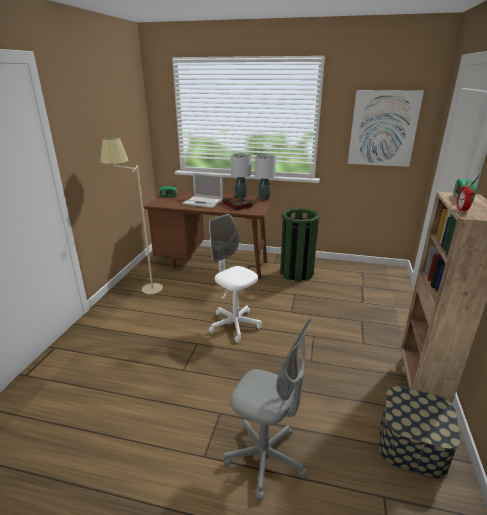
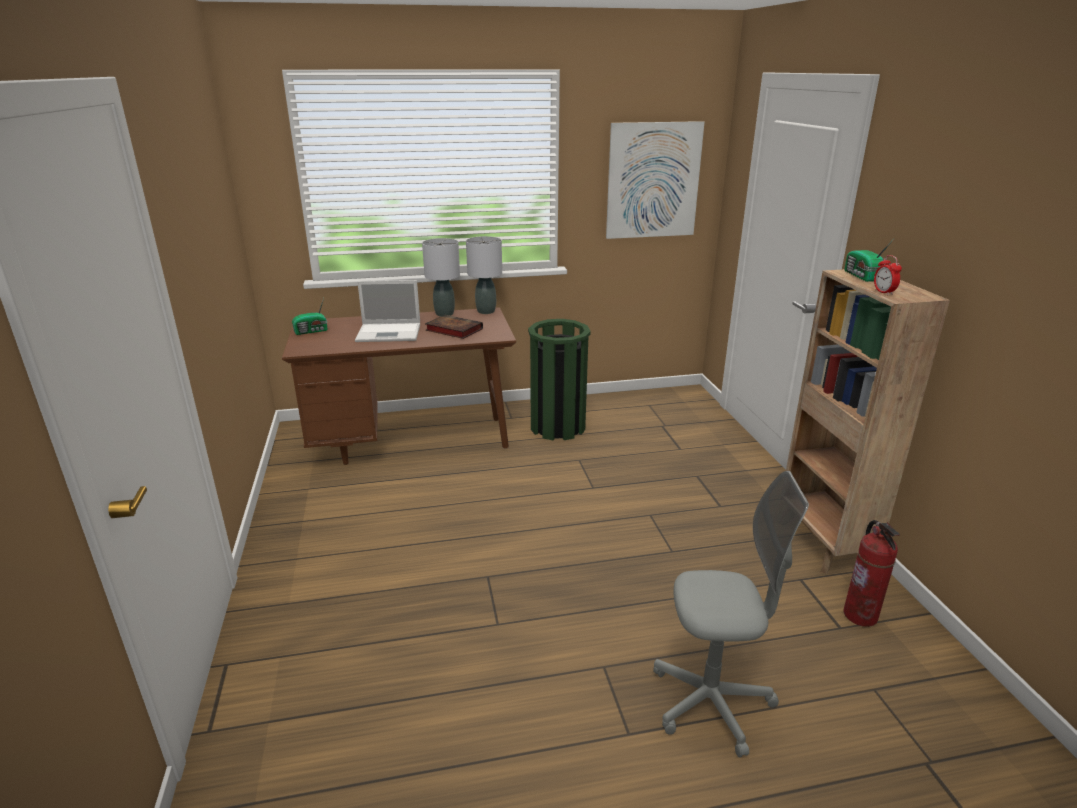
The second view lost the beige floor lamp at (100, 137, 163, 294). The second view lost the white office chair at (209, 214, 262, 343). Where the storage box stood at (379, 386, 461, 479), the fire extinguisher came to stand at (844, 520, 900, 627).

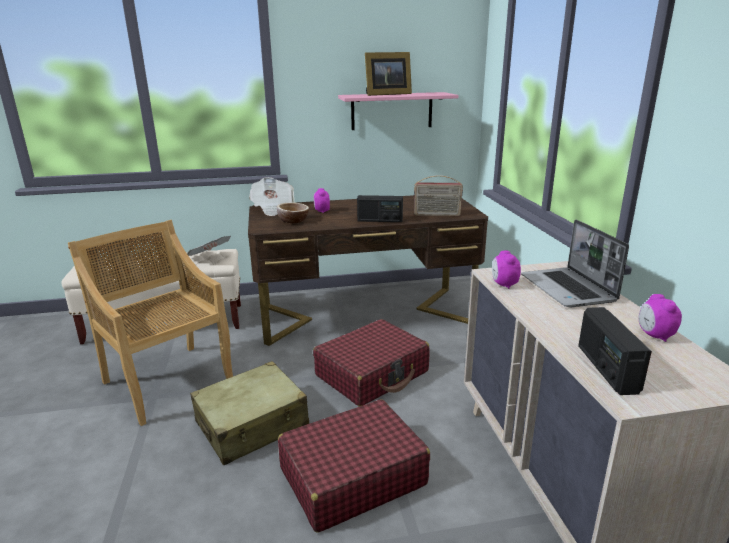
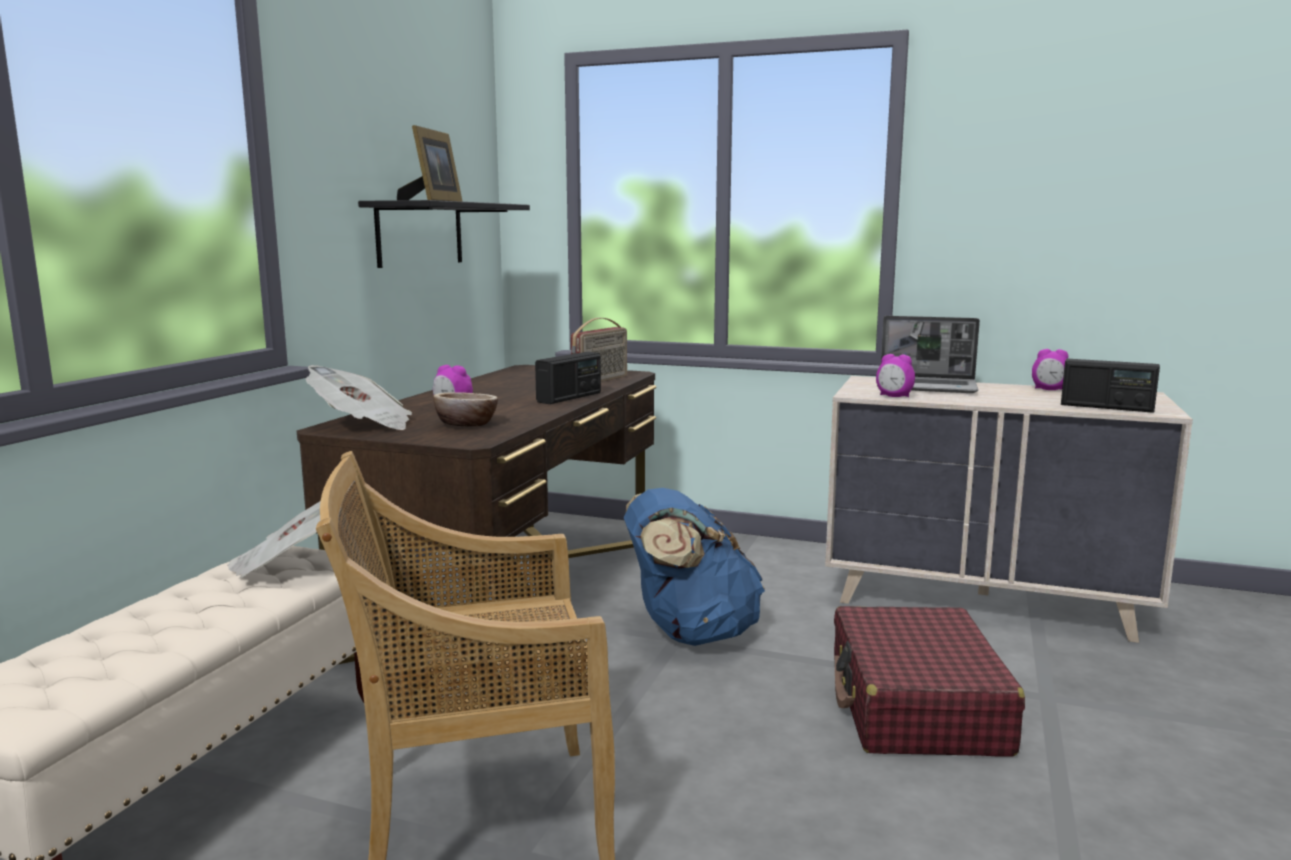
What was the pink shelf at (338, 92, 458, 130) turned into the black shelf at (358, 200, 530, 268). Where the red suitcase stood at (313, 319, 430, 407), the blue backpack came to stand at (623, 488, 765, 646). The second view lost the beige suitcase at (190, 361, 309, 465).

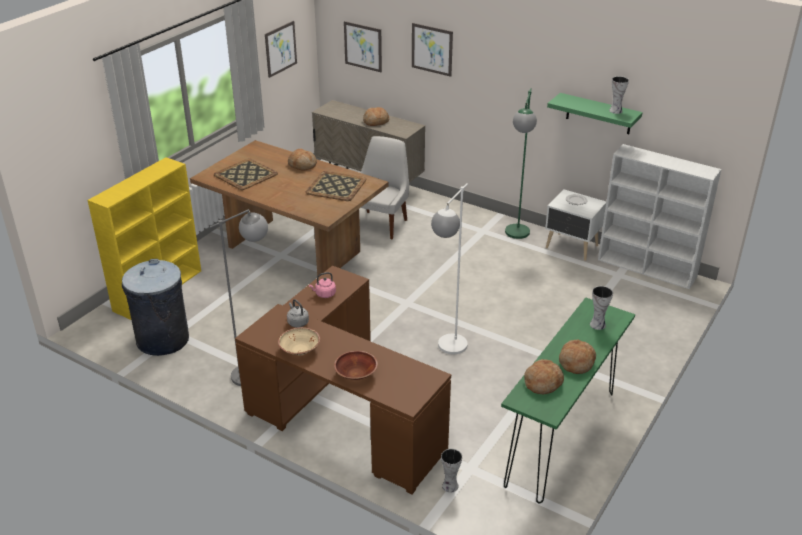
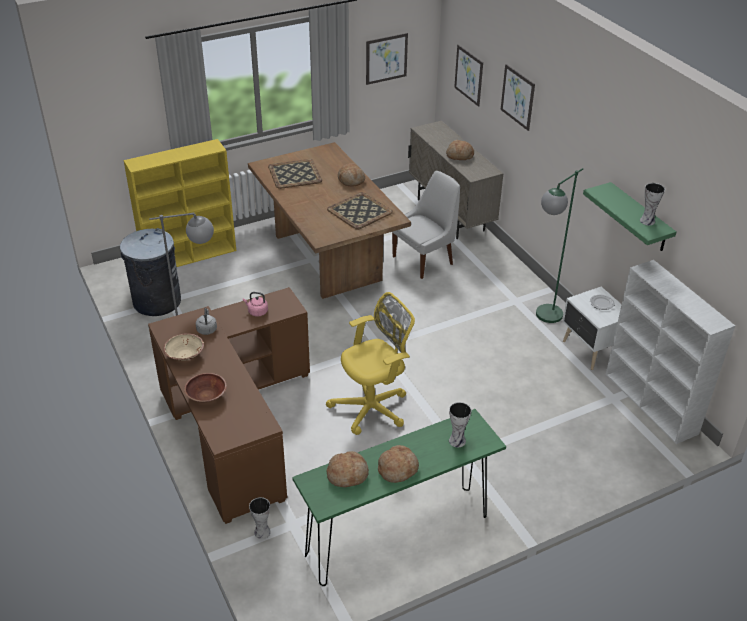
Where the white floor lamp stood at (431, 183, 468, 354), the yellow office chair came to stand at (326, 292, 415, 435).

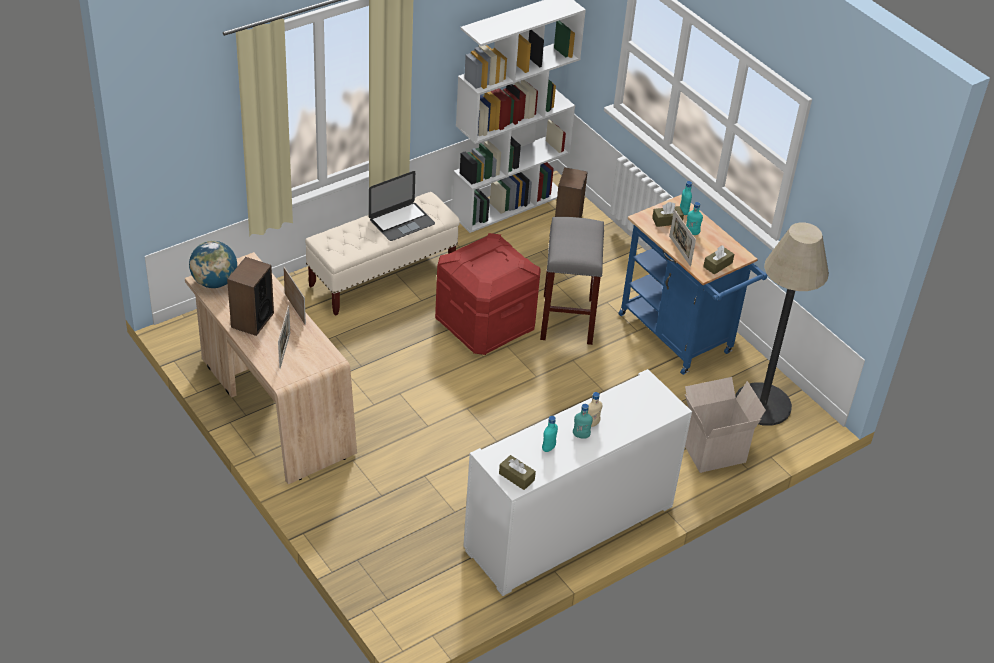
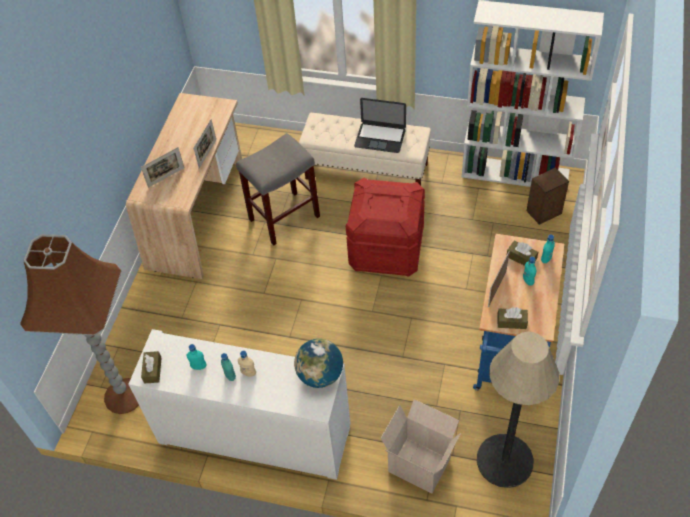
The grey stool ended up elsewhere, having gone from (540, 217, 604, 345) to (236, 133, 320, 246). The globe ended up elsewhere, having gone from (189, 241, 237, 288) to (294, 339, 343, 388). The second view lost the speaker at (227, 257, 274, 336). The second view gained the brown floor lamp at (20, 234, 139, 414).

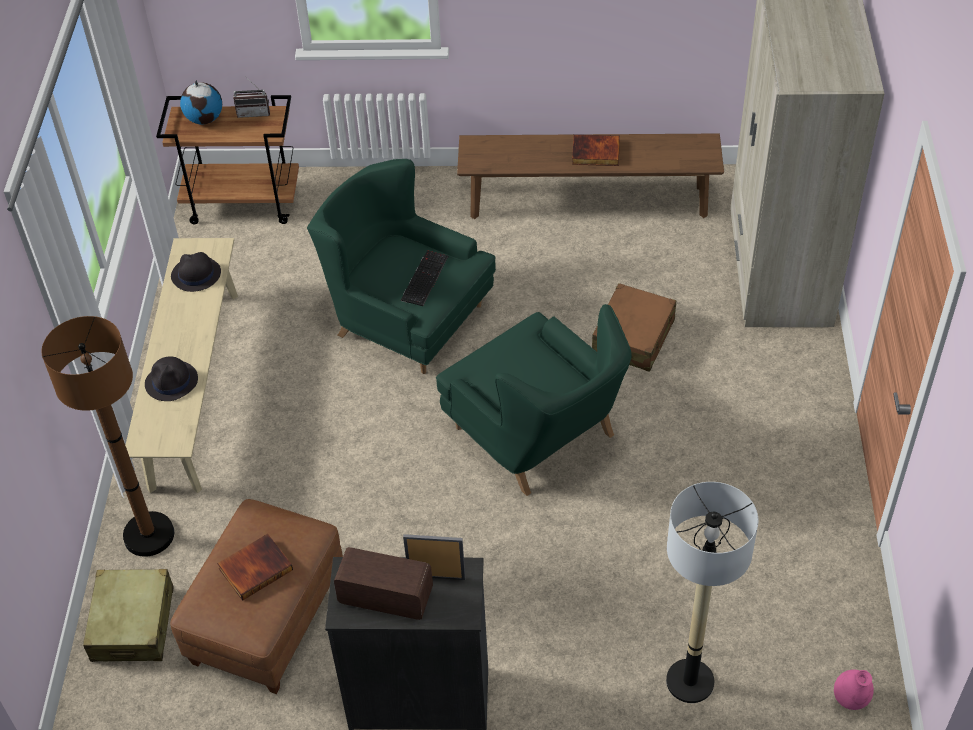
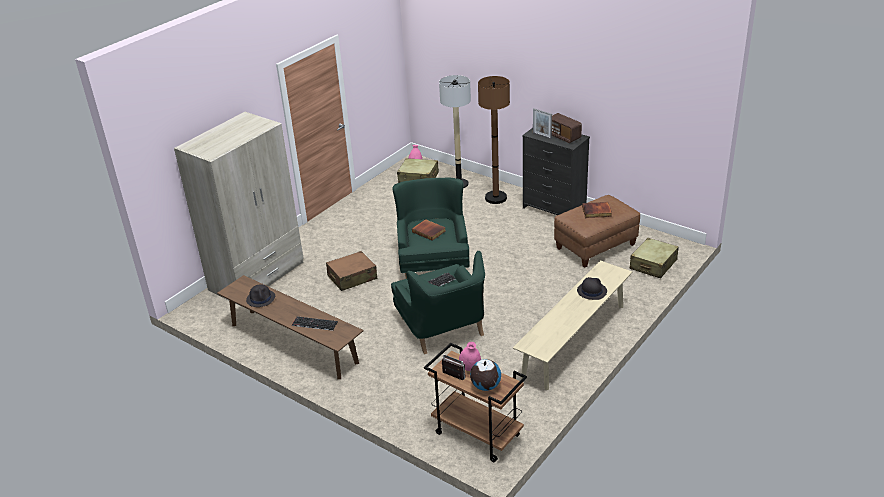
The book ended up elsewhere, having gone from (572, 134, 620, 166) to (412, 219, 446, 241). The black hat ended up elsewhere, having gone from (171, 252, 221, 292) to (246, 284, 275, 307). The brown floor lamp ended up elsewhere, having gone from (42, 316, 174, 557) to (478, 76, 510, 204). The second view gained the beige suitcase at (397, 158, 439, 183). The second view gained the keyboard at (292, 316, 338, 331). The second view gained the pink vase at (459, 342, 481, 371).

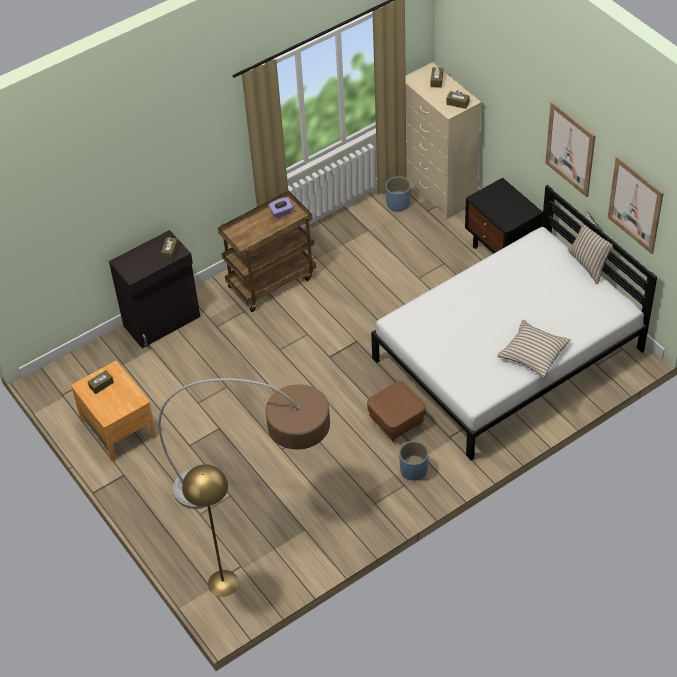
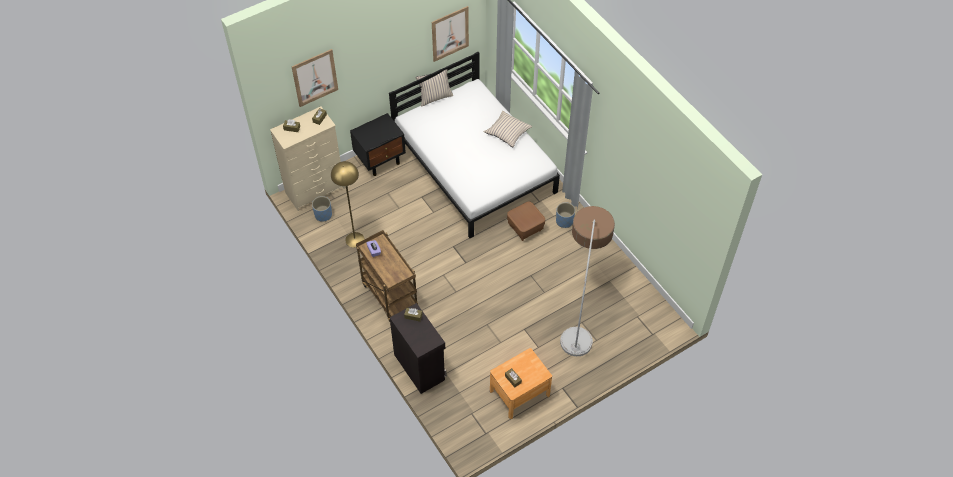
The picture ended up elsewhere, having gone from (545, 102, 595, 197) to (292, 49, 338, 107). The yellow floor lamp ended up elsewhere, having gone from (182, 464, 239, 597) to (331, 161, 364, 248).

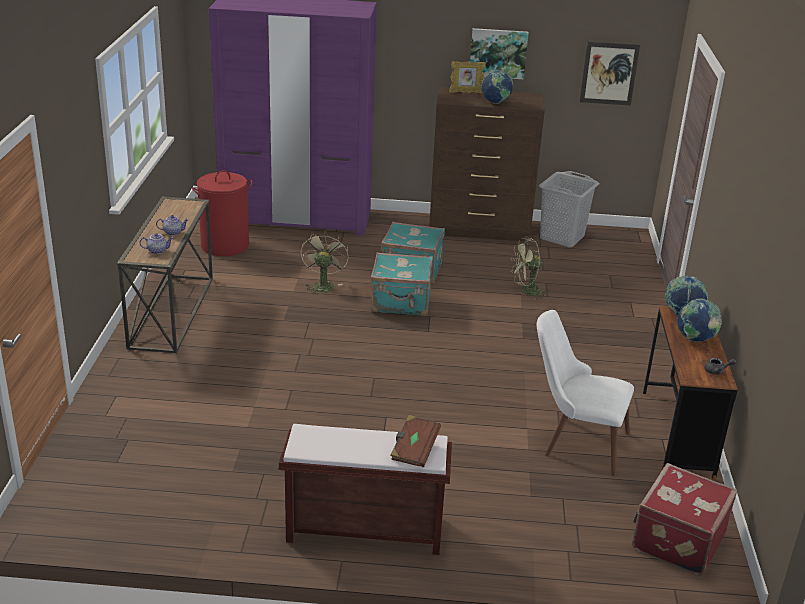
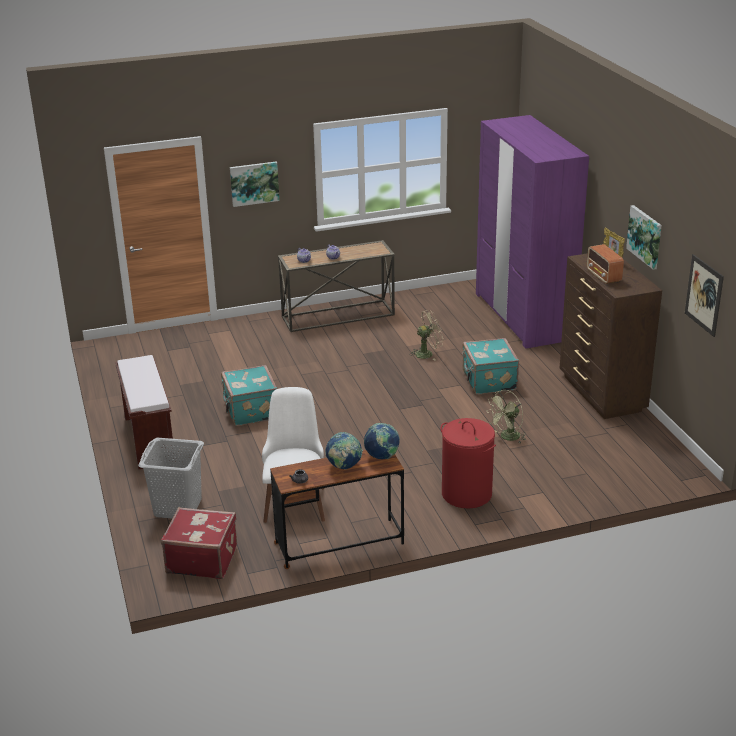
Where the globe stood at (481, 70, 513, 104), the radio came to stand at (587, 244, 624, 284). The red laundry basket ended up elsewhere, having gone from (192, 170, 253, 256) to (441, 418, 496, 509). The grey laundry basket ended up elsewhere, having gone from (539, 171, 599, 247) to (138, 438, 204, 519). The green fan at (511, 238, 549, 299) ended up facing another way, 90 degrees counterclockwise from before. The turquoise suitcase ended up elsewhere, having gone from (370, 252, 433, 316) to (221, 365, 277, 426). The second view lost the brown book at (390, 415, 441, 467). The second view gained the picture at (230, 162, 279, 207).

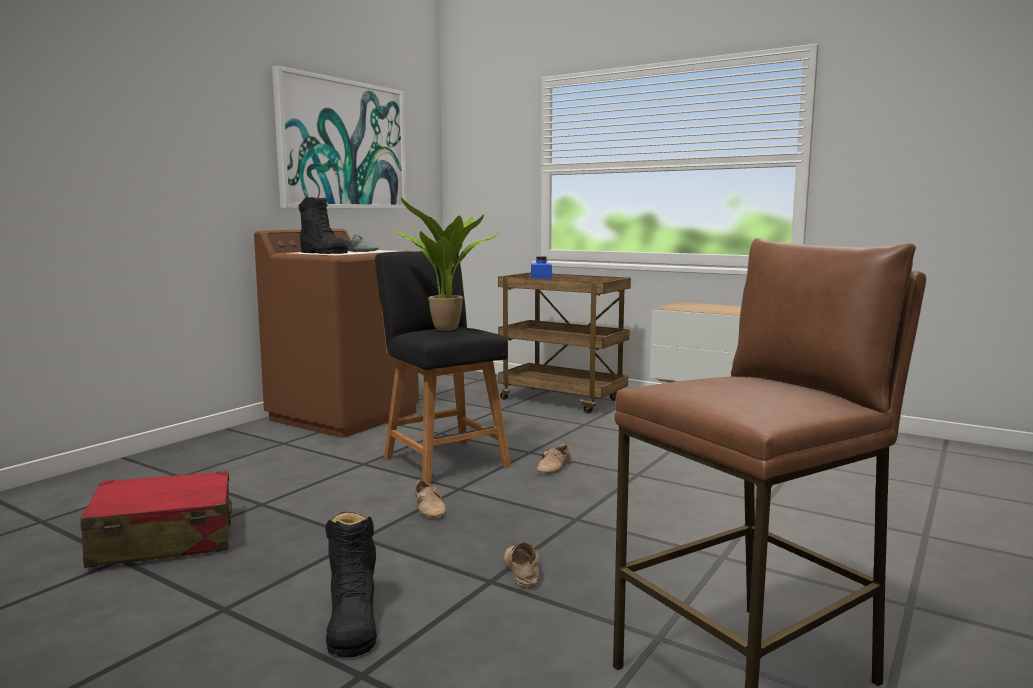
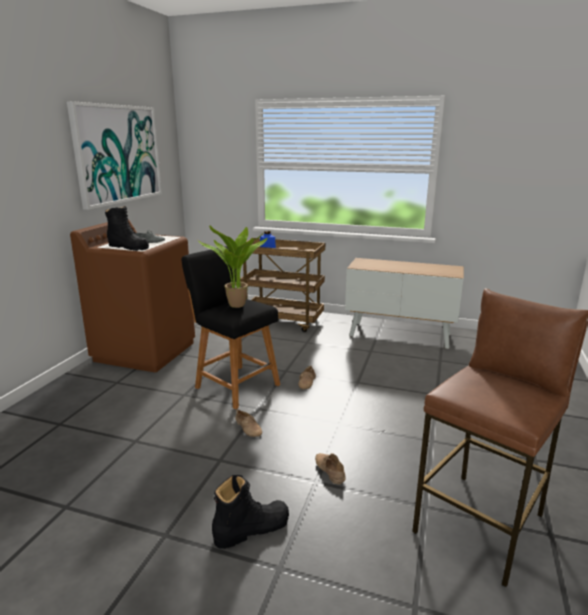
The second view lost the red suitcase at (80, 471, 232, 568). The black boot at (325, 512, 377, 658) ended up facing another way, 90 degrees counterclockwise from before.

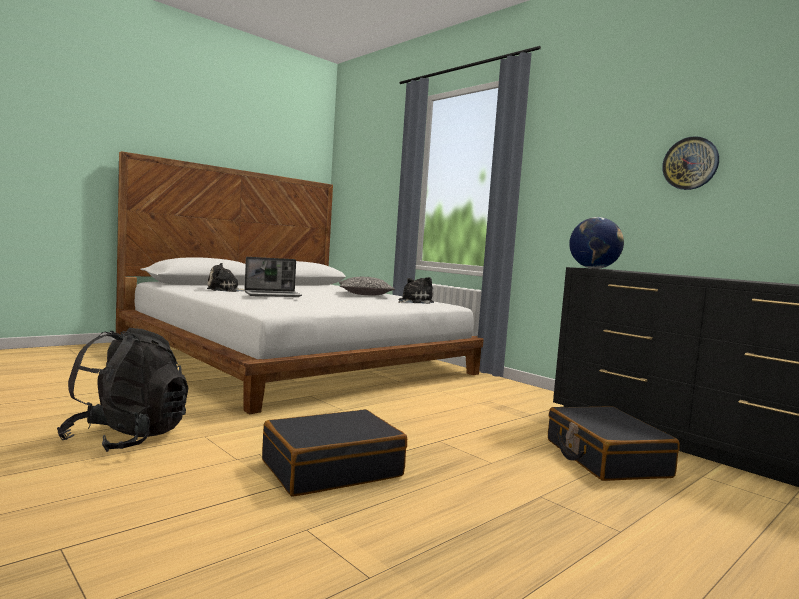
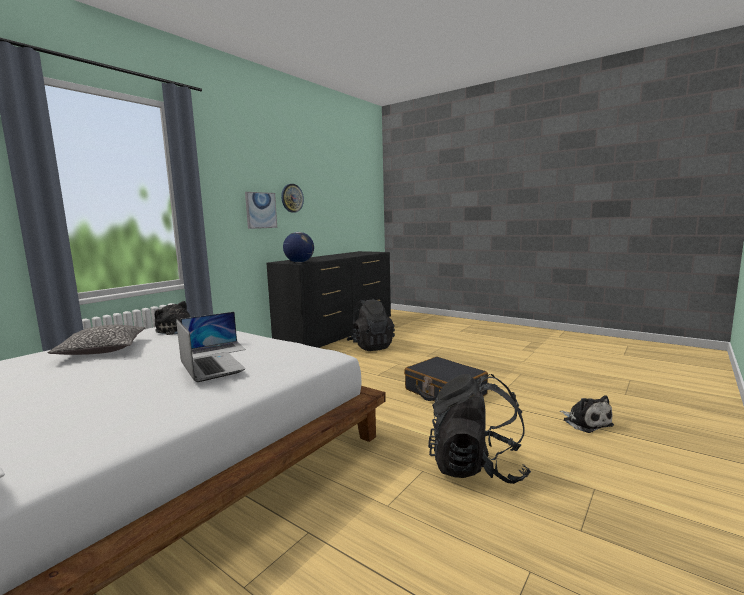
The plush toy ended up elsewhere, having gone from (207, 263, 245, 292) to (560, 395, 614, 433). Where the black suitcase stood at (548, 406, 680, 481), the black backpack came to stand at (347, 299, 395, 351). The second view gained the picture at (245, 192, 277, 229). The second view gained the laptop at (181, 312, 246, 358).

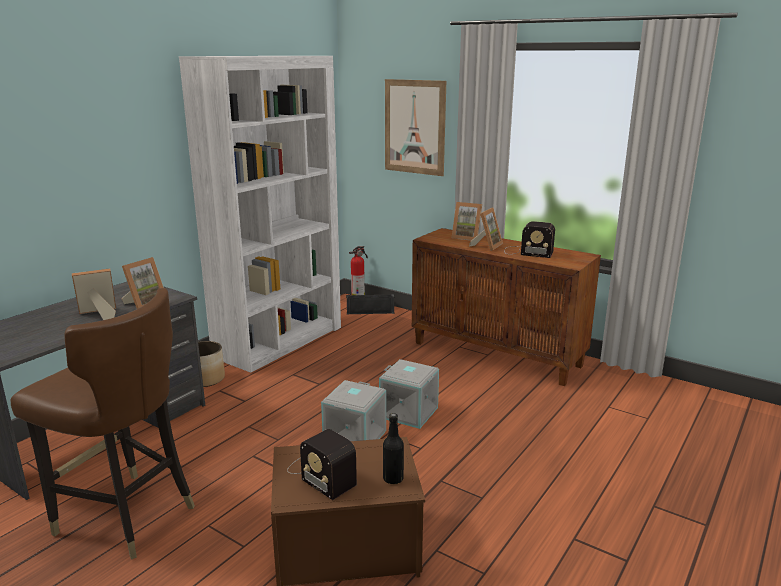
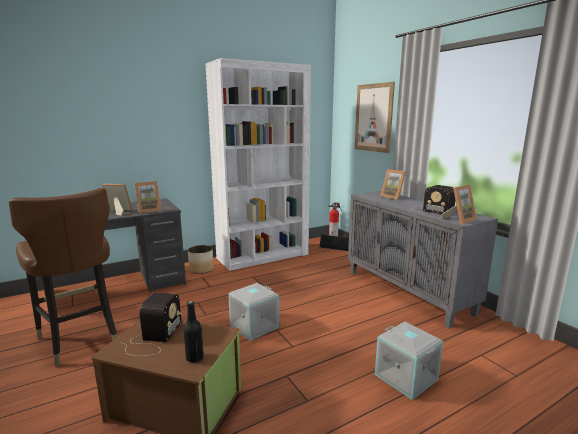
The picture frame ended up elsewhere, having gone from (469, 208, 503, 251) to (441, 185, 477, 224). What was the brown cabinet at (412, 228, 601, 386) turned into the grey cabinet at (348, 191, 498, 328). The grey storage box ended up elsewhere, having gone from (379, 359, 439, 429) to (375, 322, 443, 400). The radio at (287, 429, 357, 500) ended up facing another way, 150 degrees counterclockwise from before.

